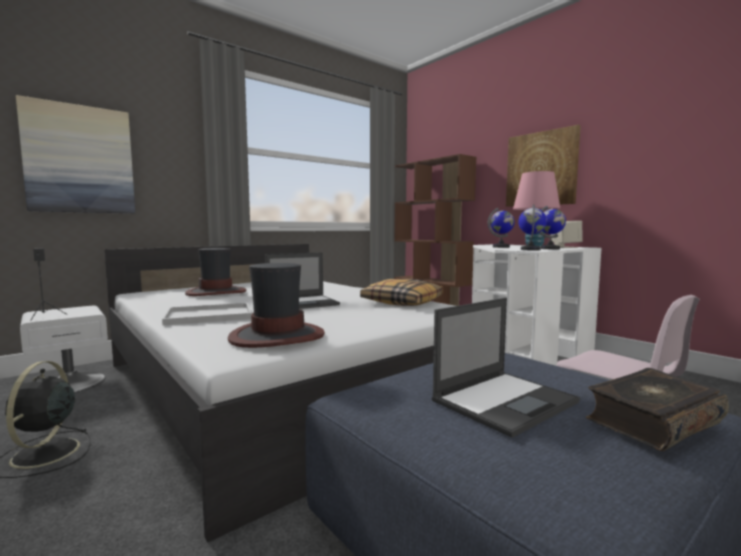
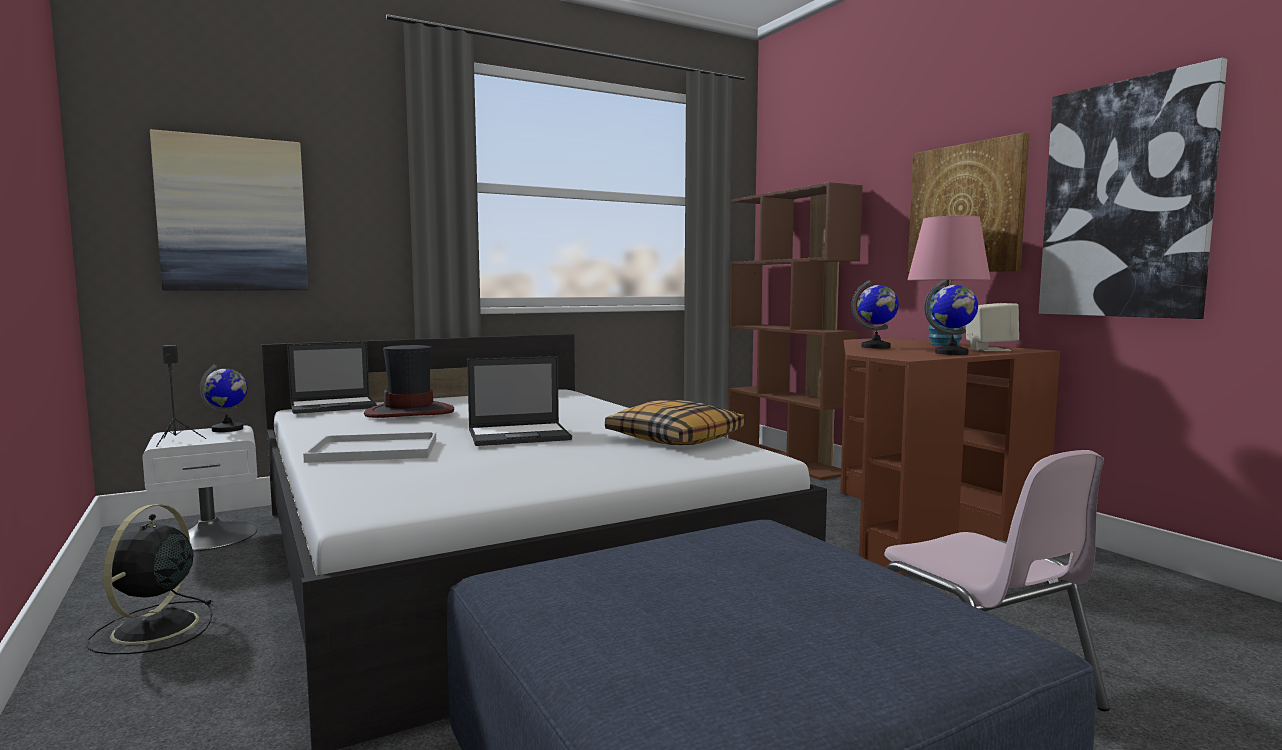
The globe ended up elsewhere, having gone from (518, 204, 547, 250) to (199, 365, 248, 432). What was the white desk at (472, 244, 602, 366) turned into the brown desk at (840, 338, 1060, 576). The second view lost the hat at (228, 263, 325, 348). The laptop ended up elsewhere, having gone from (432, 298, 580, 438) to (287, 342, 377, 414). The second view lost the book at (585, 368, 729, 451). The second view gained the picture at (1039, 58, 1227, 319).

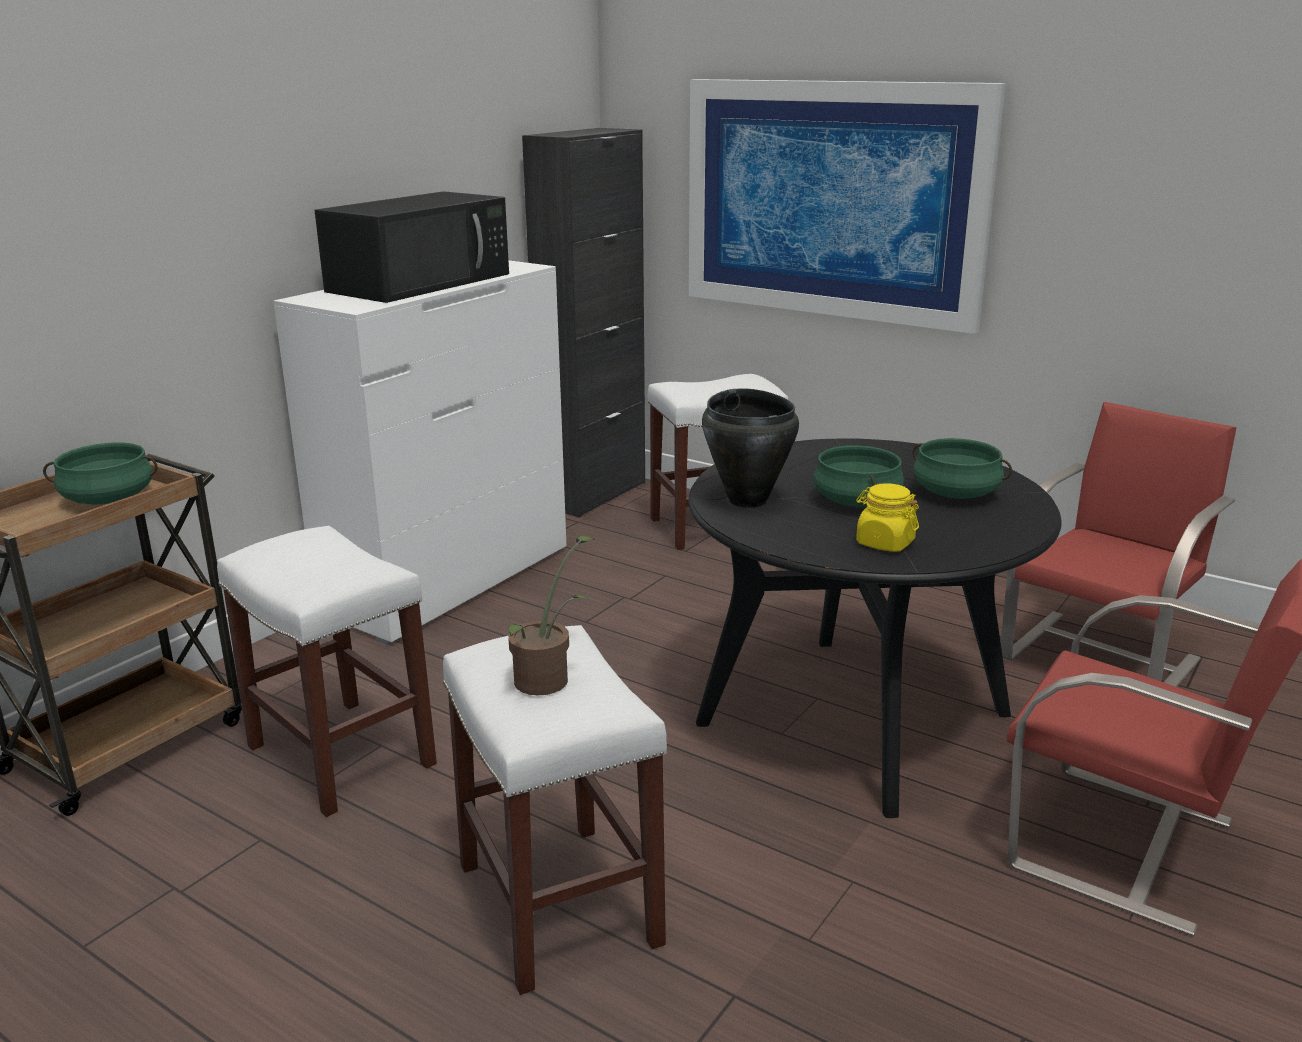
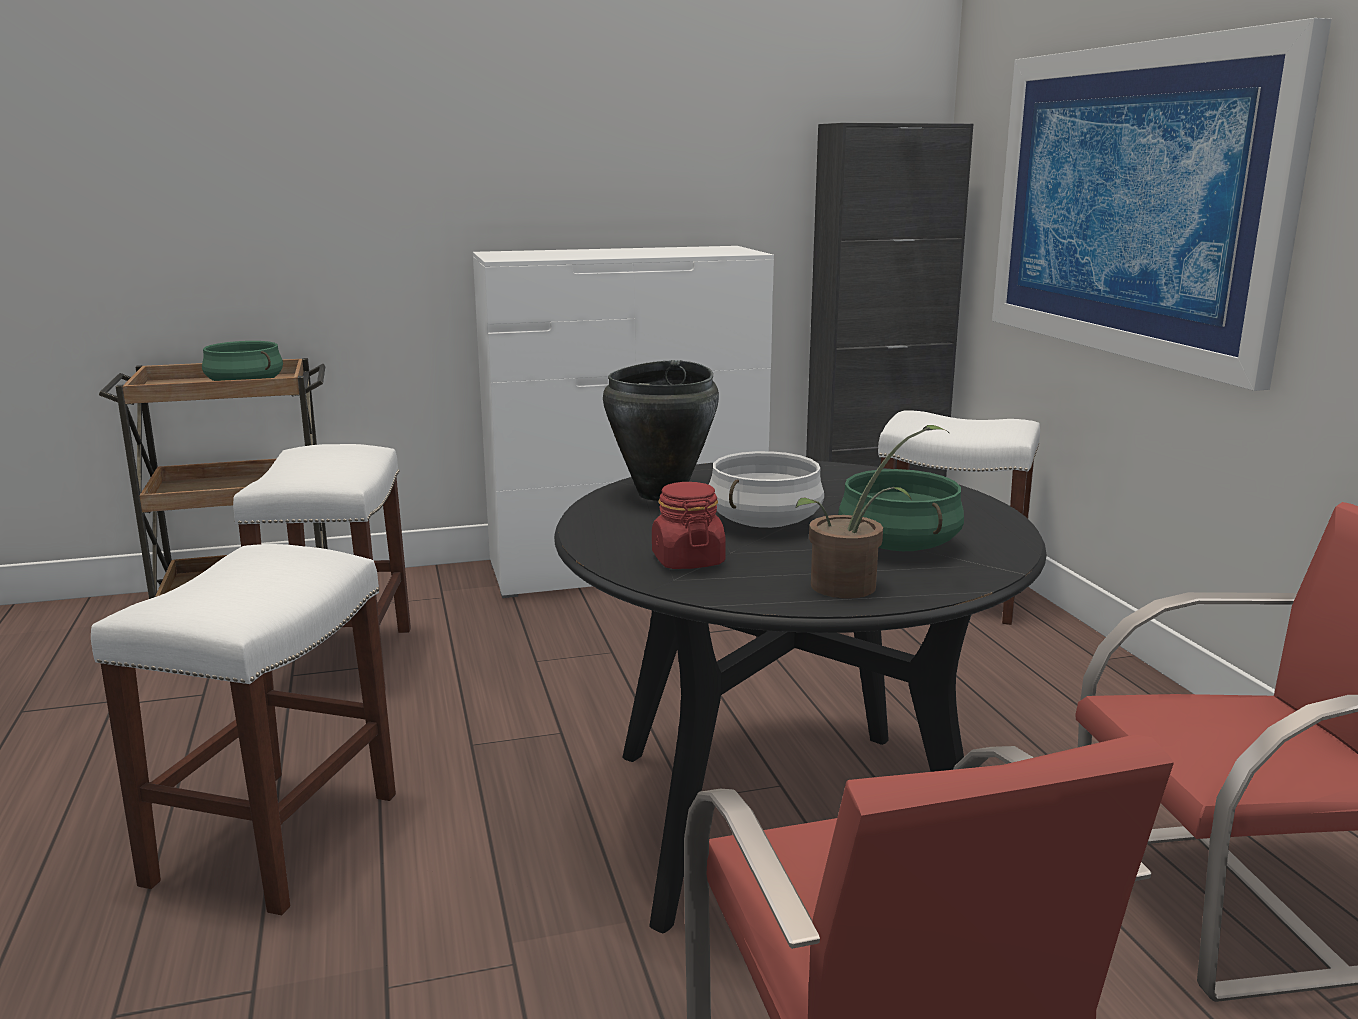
The second view lost the black microwave at (315, 191, 509, 303). What was the green cooking pot at (813, 445, 904, 507) turned into the white cooking pot at (709, 451, 824, 528). What was the yellow jar at (856, 483, 919, 552) turned into the red jar at (652, 482, 726, 569). The potted plant ended up elsewhere, having gone from (509, 536, 594, 696) to (795, 425, 950, 599).

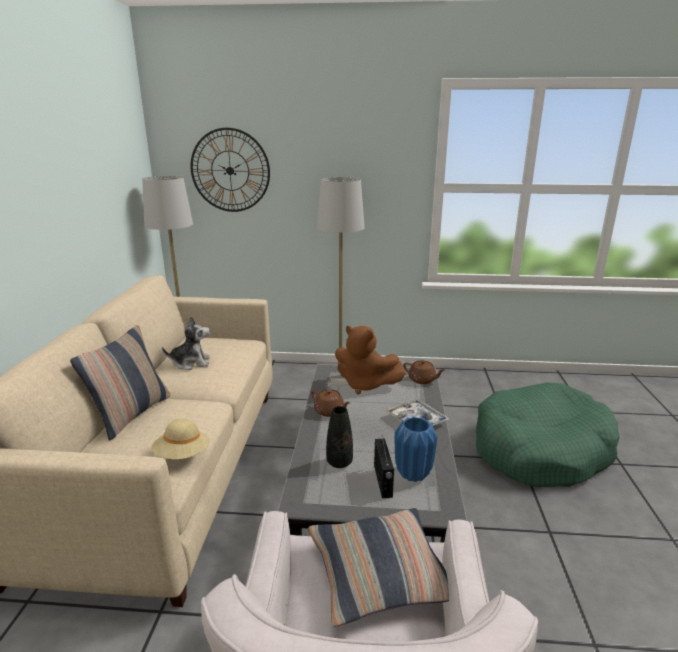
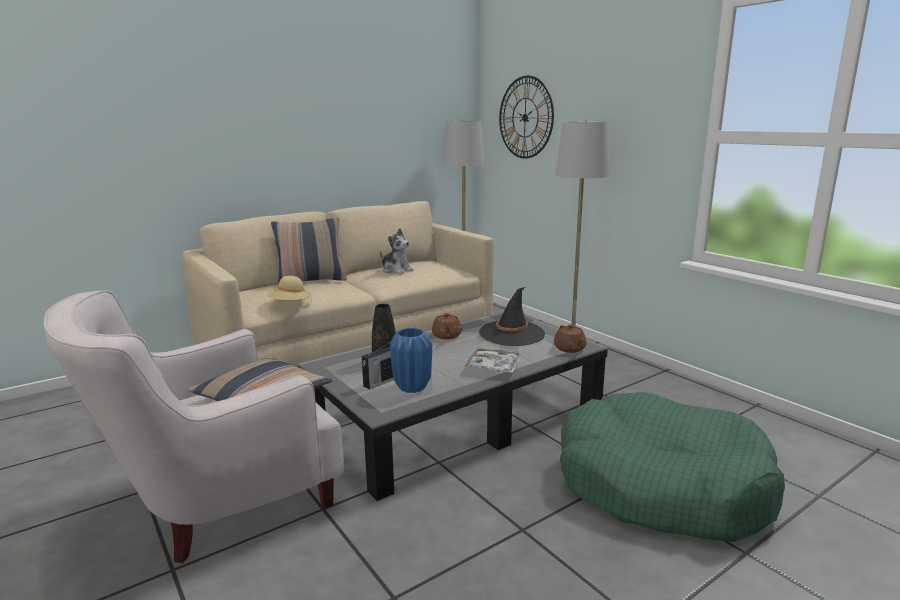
Where the brown plush toy stood at (335, 326, 406, 395), the black hat came to stand at (479, 287, 545, 346).

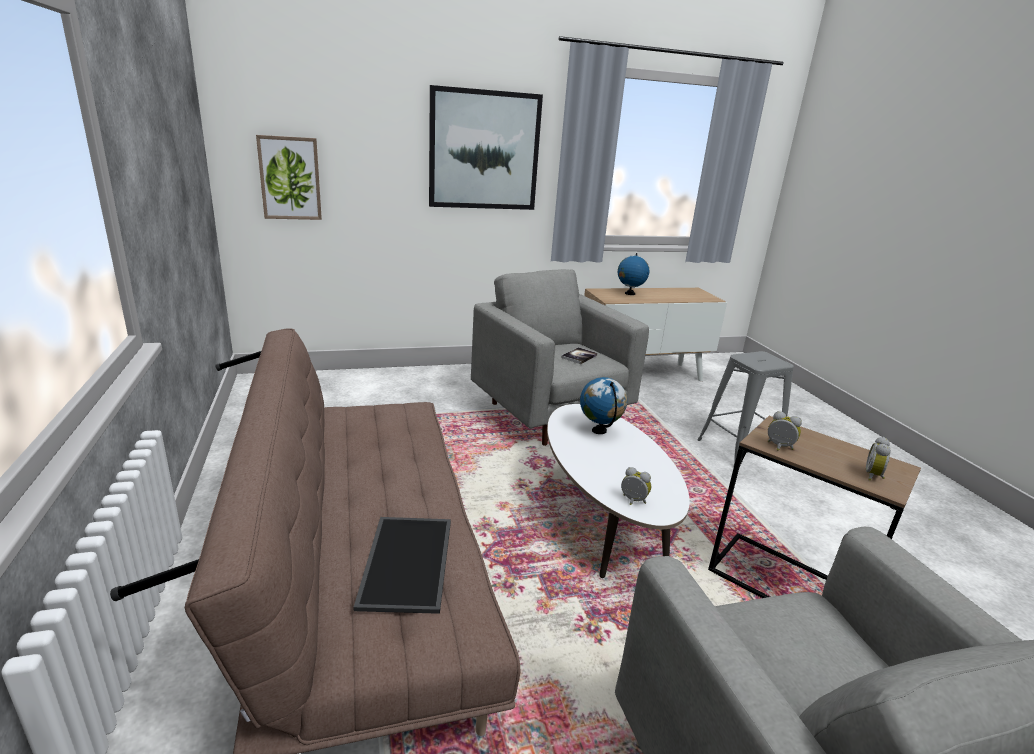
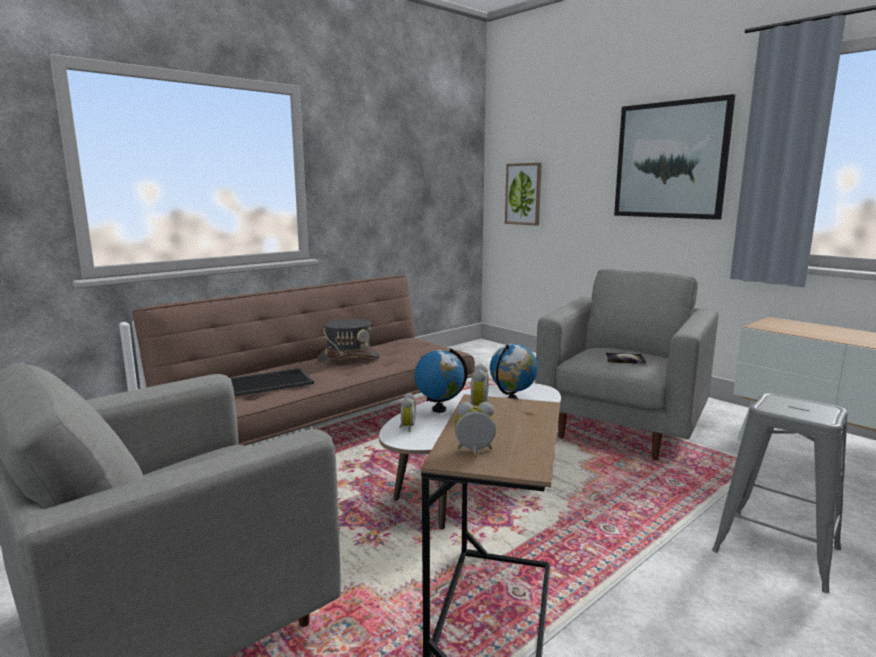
The globe ended up elsewhere, having gone from (618, 253, 650, 295) to (414, 348, 467, 413). The second view gained the grey hat at (318, 319, 380, 363).

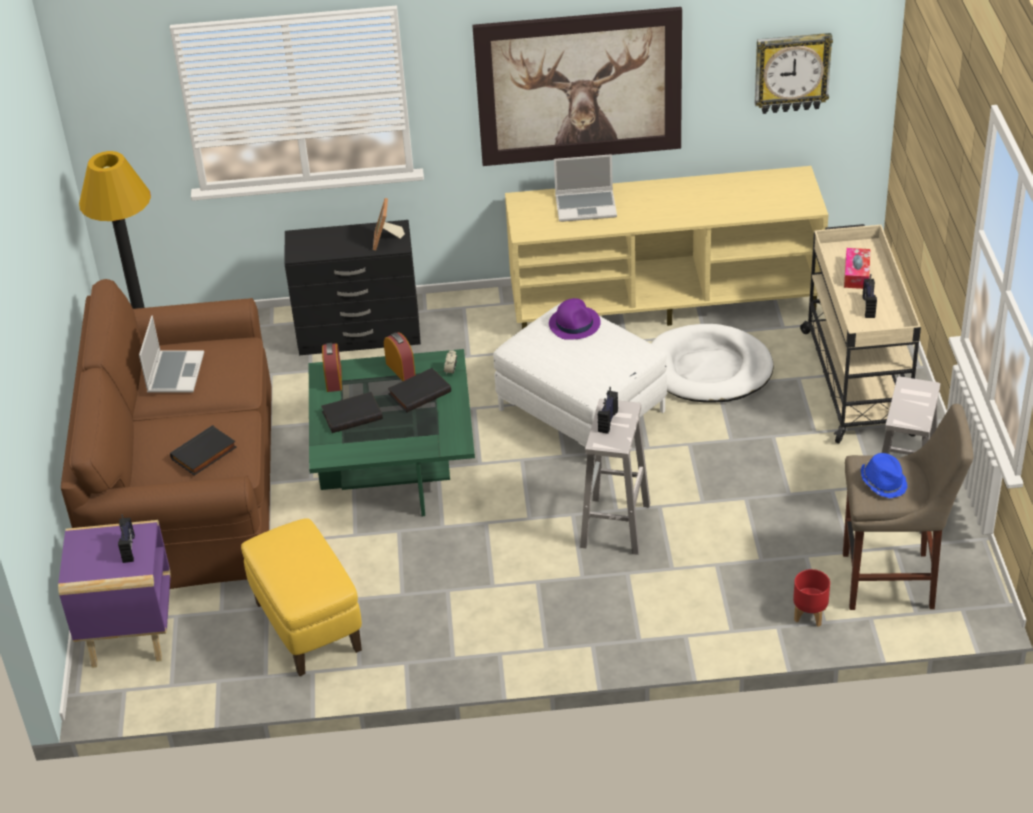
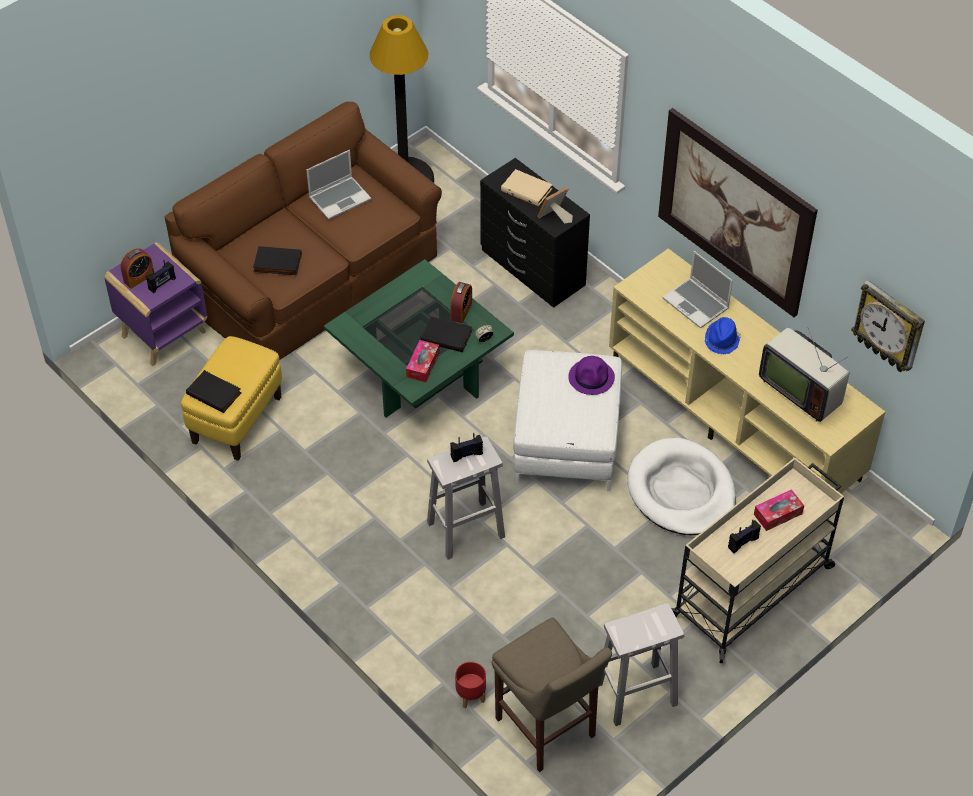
The alarm clock ended up elsewhere, having gone from (322, 343, 342, 392) to (121, 248, 153, 289). The black book ended up elsewhere, having gone from (321, 392, 383, 433) to (186, 370, 242, 413). The blue hat ended up elsewhere, having gone from (861, 453, 907, 498) to (705, 317, 741, 354). The second view gained the beige book at (501, 169, 552, 207). The second view gained the television at (759, 328, 849, 422). The second view gained the tissue box at (406, 340, 439, 382).

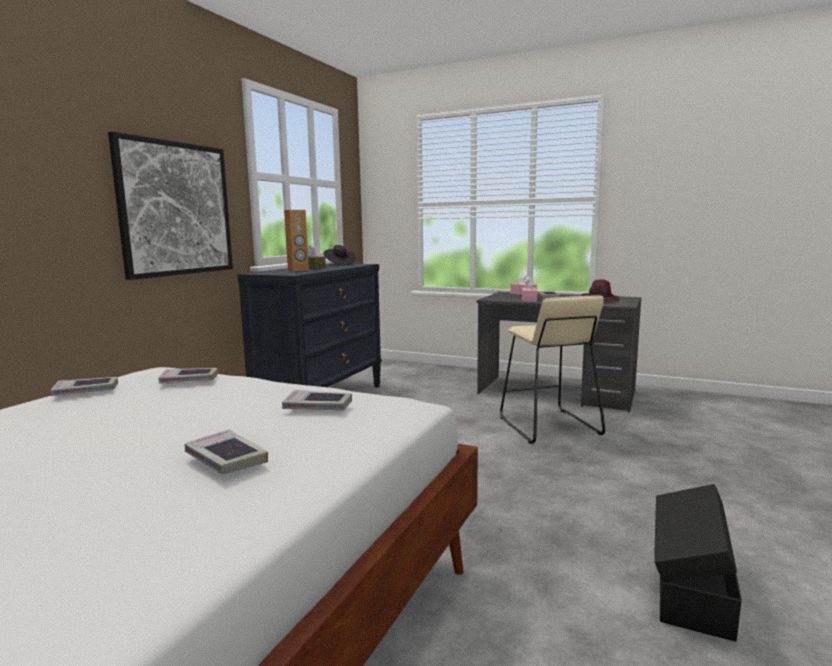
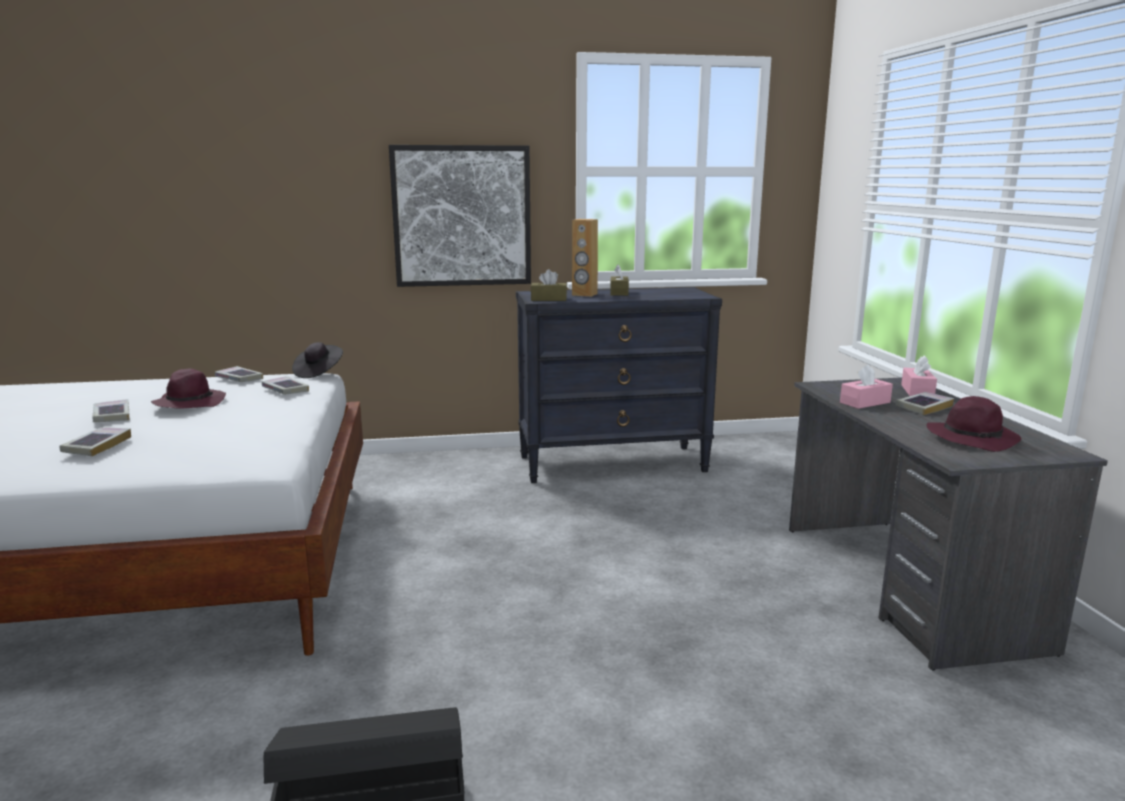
The black hat ended up elsewhere, having gone from (324, 245, 356, 265) to (292, 342, 343, 378). The second view lost the beige stool at (500, 295, 605, 444). The book ended up elsewhere, having gone from (282, 390, 352, 410) to (93, 399, 129, 422). The second view gained the brown tissue box at (531, 269, 567, 301). The second view gained the purple hat at (151, 369, 226, 409).

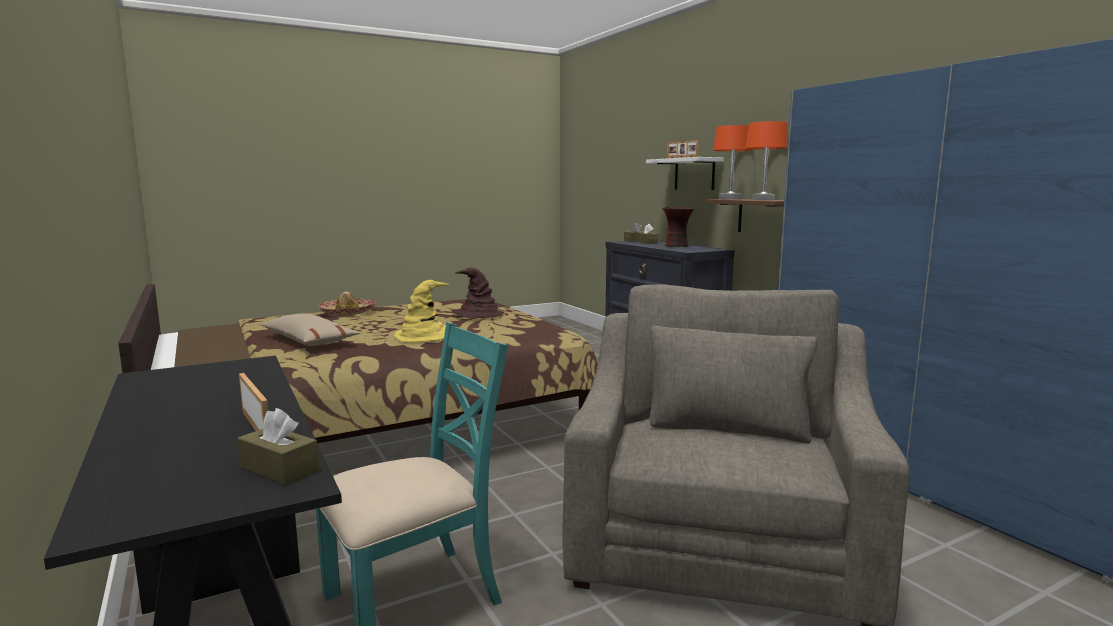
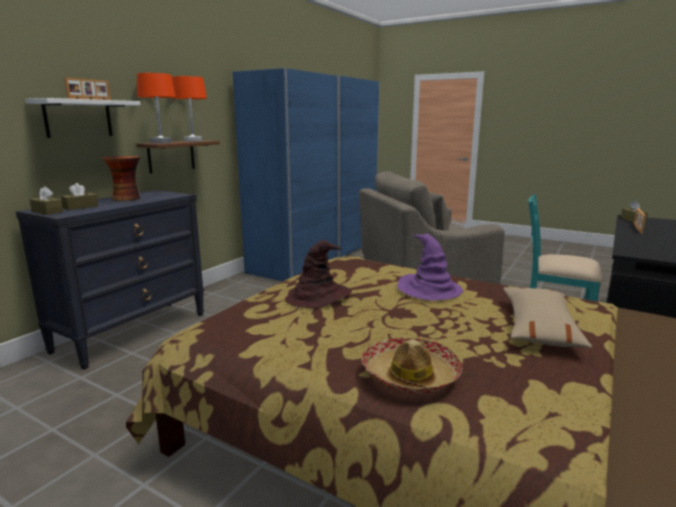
What was the yellow hat at (394, 280, 449, 342) turned into the purple hat at (397, 234, 463, 301).

